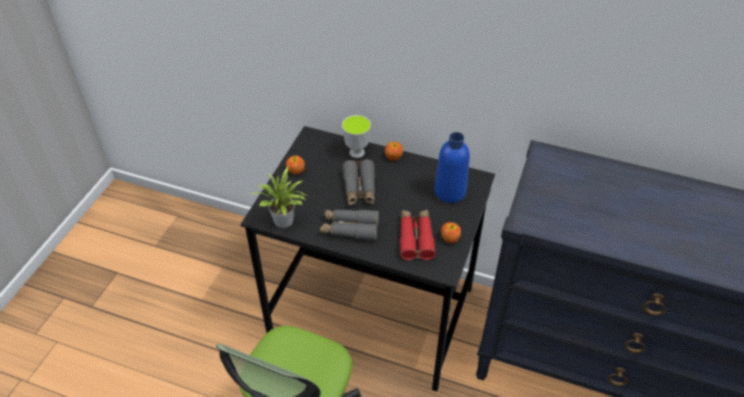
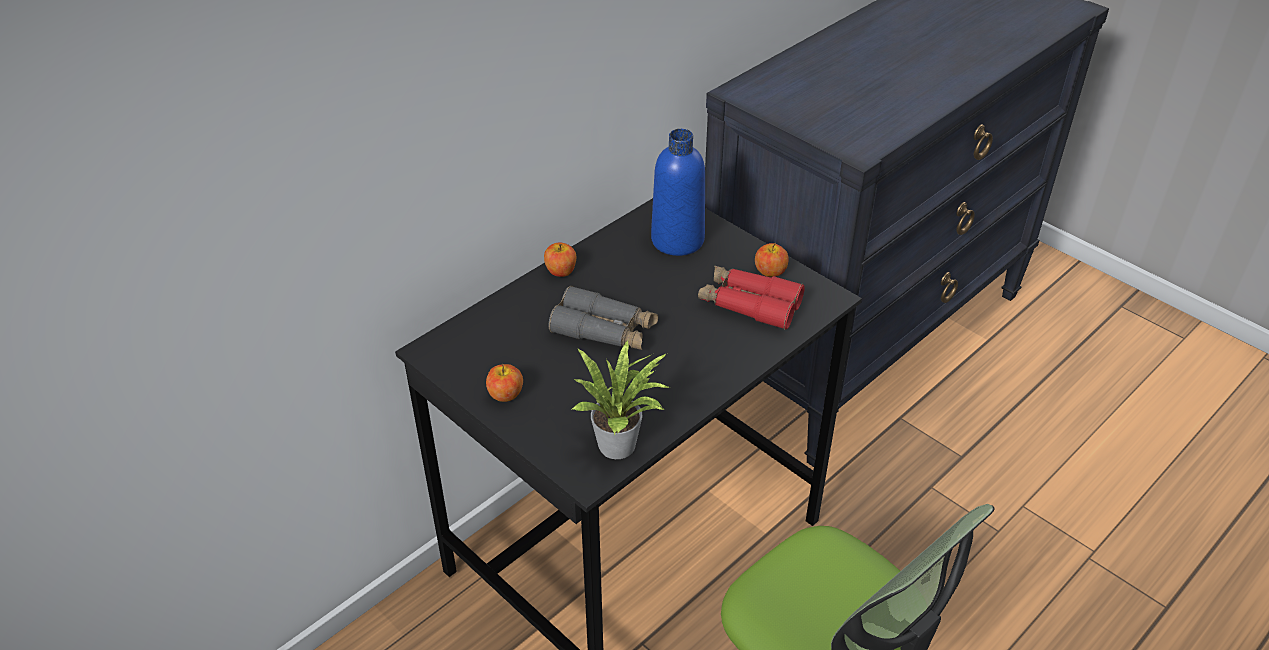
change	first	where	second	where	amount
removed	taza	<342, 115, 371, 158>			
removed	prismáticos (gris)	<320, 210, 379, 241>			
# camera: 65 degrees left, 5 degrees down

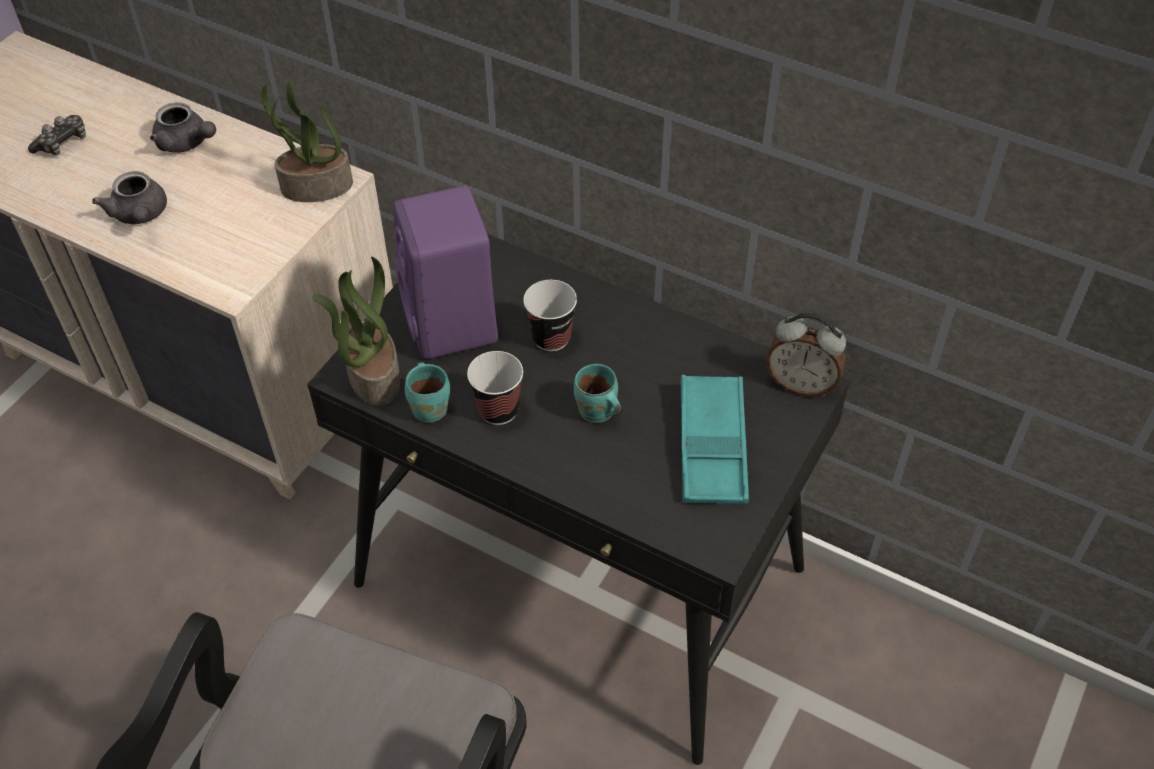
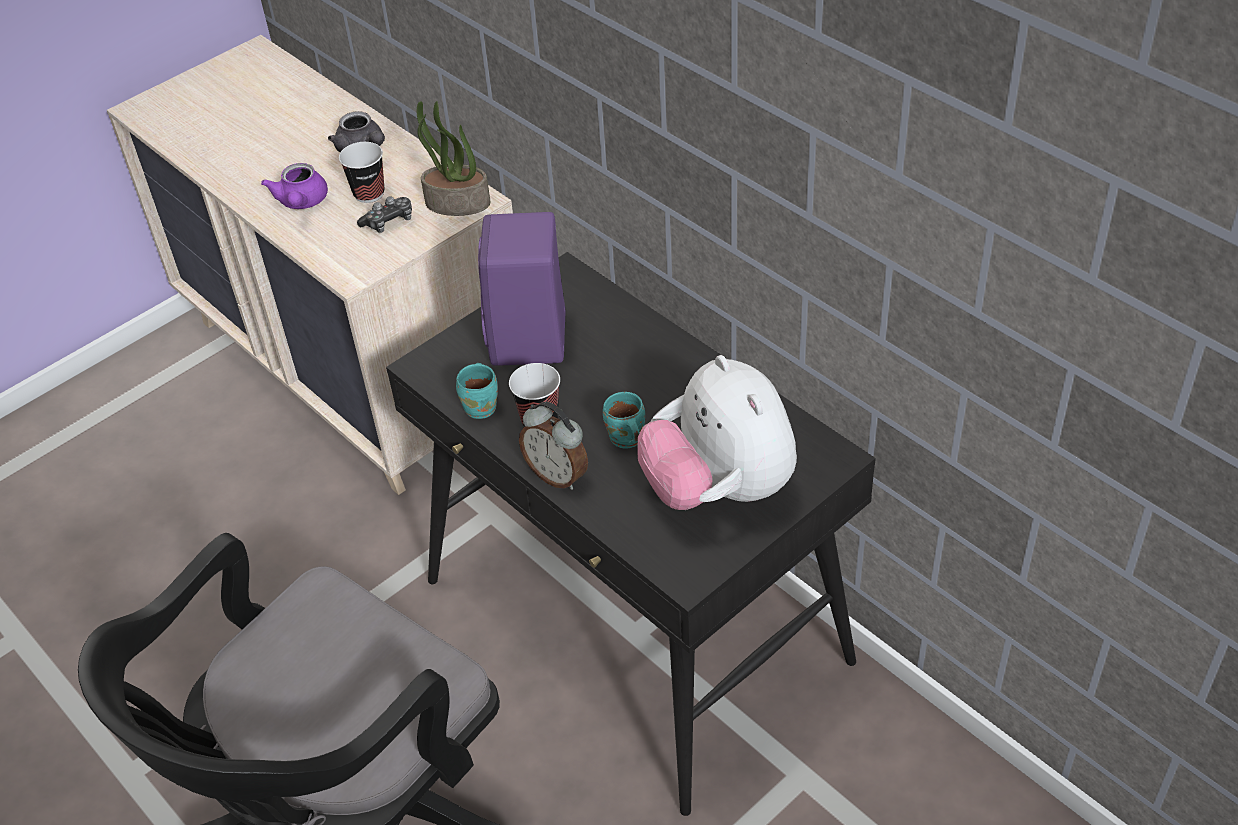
change	first	where	second	where	amount
moved	mando de consola	<28, 115, 86, 156>		<357, 196, 412, 233>	
recoloured	tetera (gris)	<92, 171, 167, 224>	tetera (morado)	<261, 163, 328, 209>	
removed	planta en maceta	<312, 257, 401, 406>			
moved	taza	<523, 280, 577, 351>		<339, 142, 385, 203>	
moved	despertador	<766, 312, 846, 397>		<519, 402, 588, 490>	
replaced	bandeja (turquesa)	<681, 375, 749, 505>	peluche	<637, 355, 797, 510>	
# camera: 20 degrees right, 5 degrees down

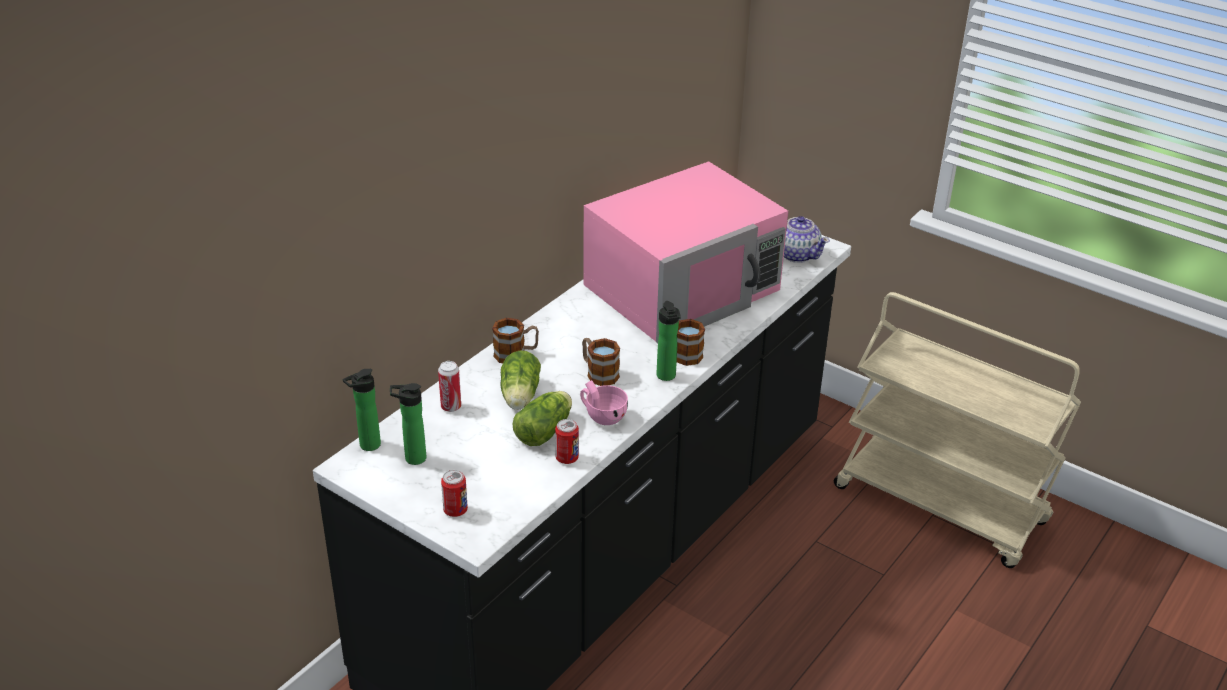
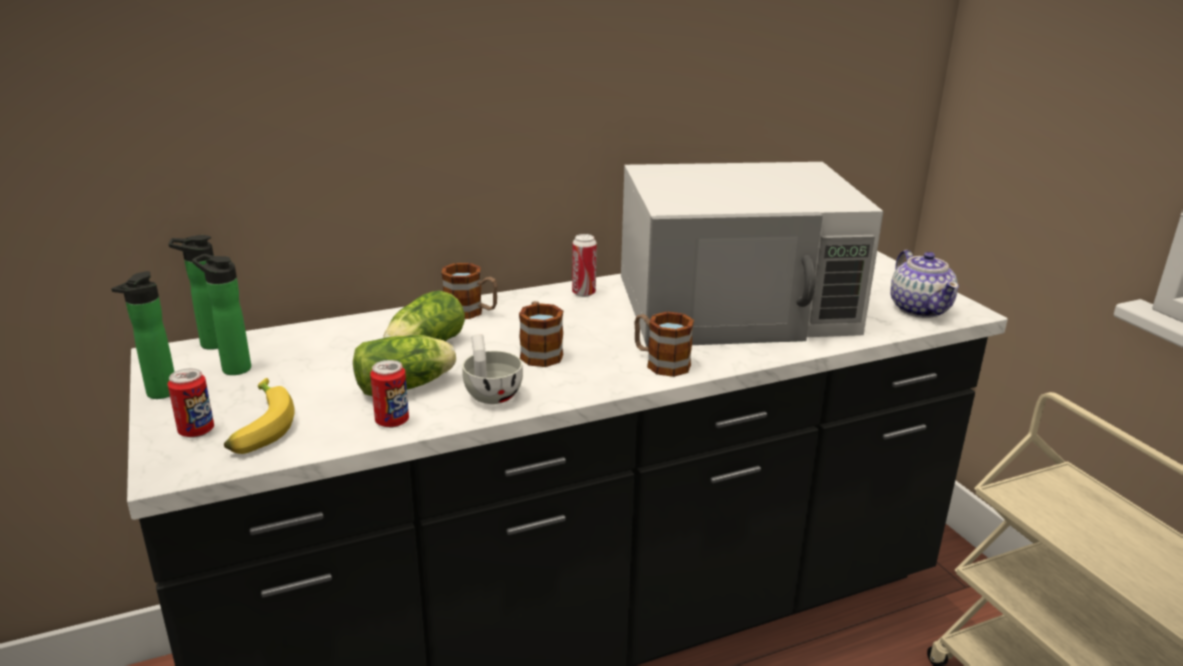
change	first	where	second	where	amount
recoloured	microondas (rosa)	<583, 161, 788, 343>	microondas (blanco)	<621, 162, 884, 347>	
moved	botella	<656, 301, 681, 381>		<111, 271, 174, 399>	
moved	lata	<438, 361, 461, 412>		<572, 234, 597, 297>	
recoloured	taza (rosa)	<580, 380, 628, 425>	taza (blanco)	<462, 334, 523, 404>	
added			plátano	<224, 378, 295, 454>	
# camera: 30 degrees right, 10 degrees down

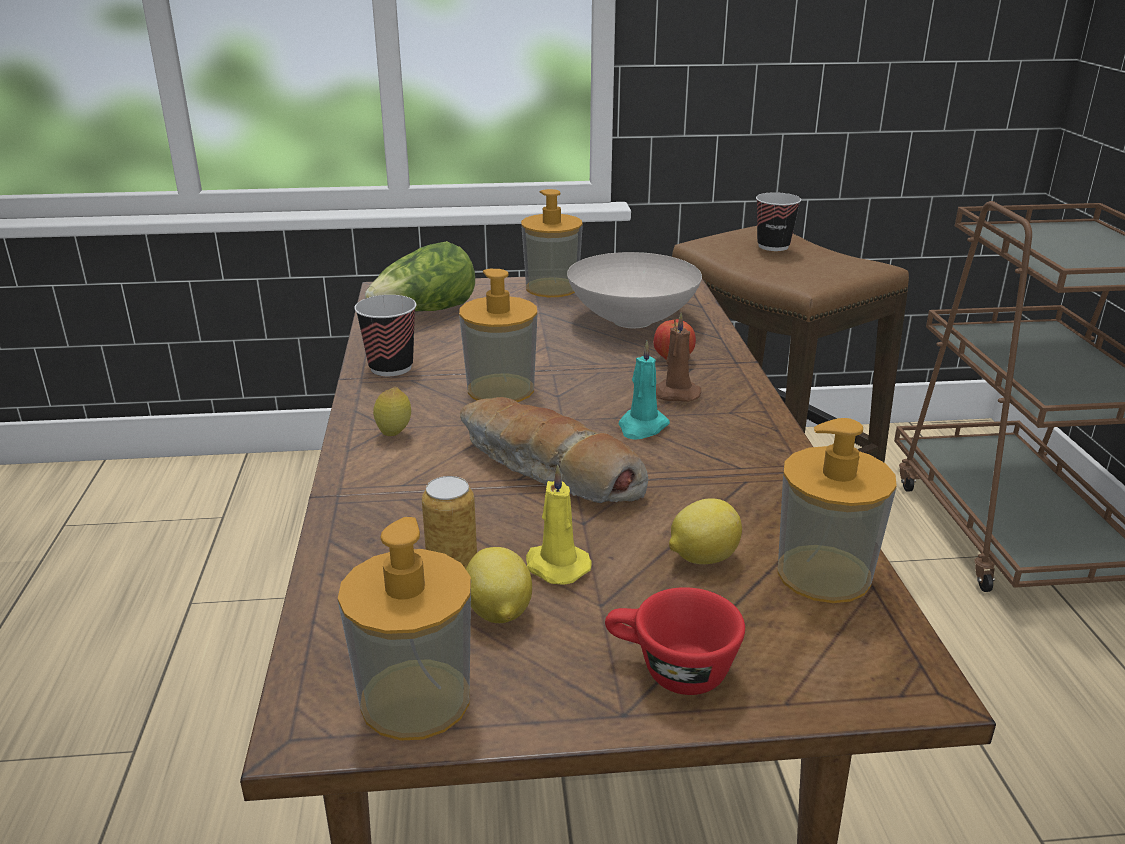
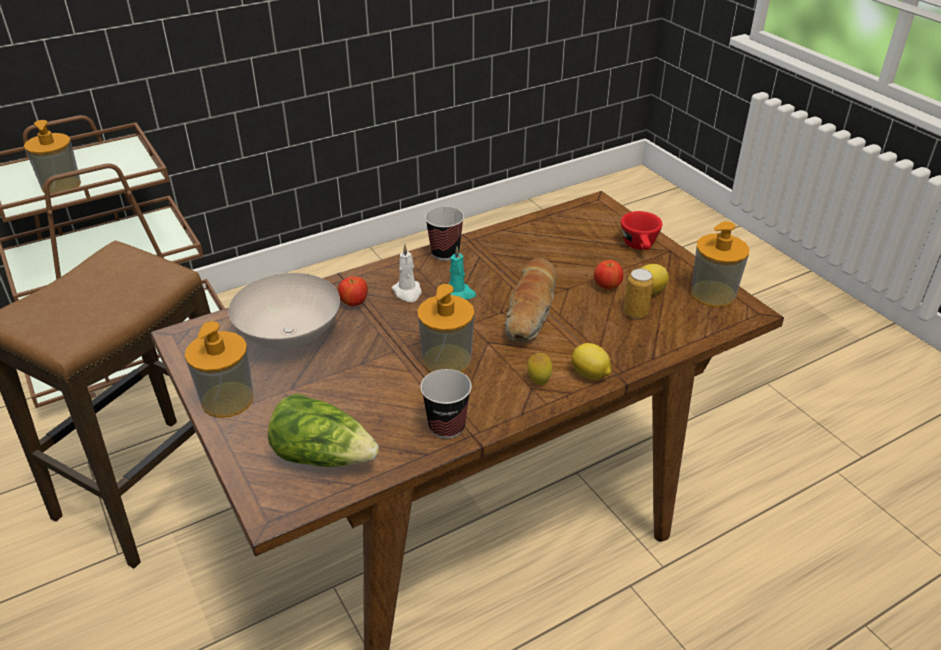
change	first	where	second	where	amount
moved	taza	<756, 192, 801, 251>		<425, 207, 464, 261>	
recoloured	vela (marrón)	<656, 313, 701, 402>	vela (blanco)	<392, 244, 422, 302>	
moved	dispensador de jabón	<777, 418, 897, 603>		<24, 120, 81, 194>	
replaced	vela (amarillo)	<526, 465, 591, 585>	manzana	<594, 260, 624, 290>	
moved	limón	<669, 498, 742, 564>		<571, 343, 611, 380>	
# camera: 115 degrees left, 10 degrees up

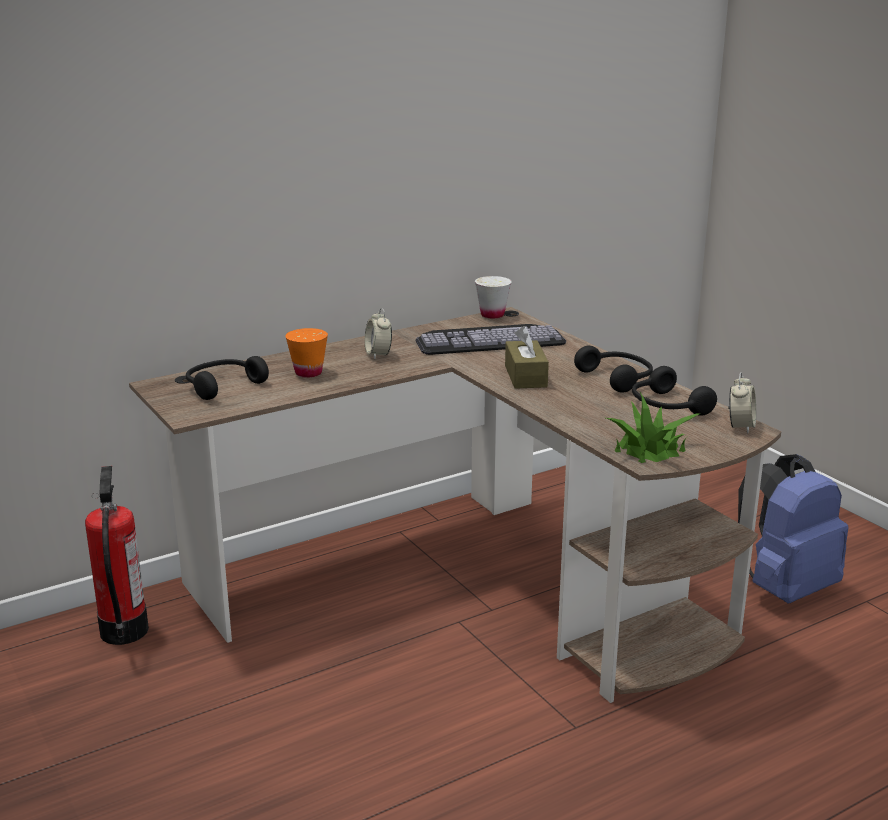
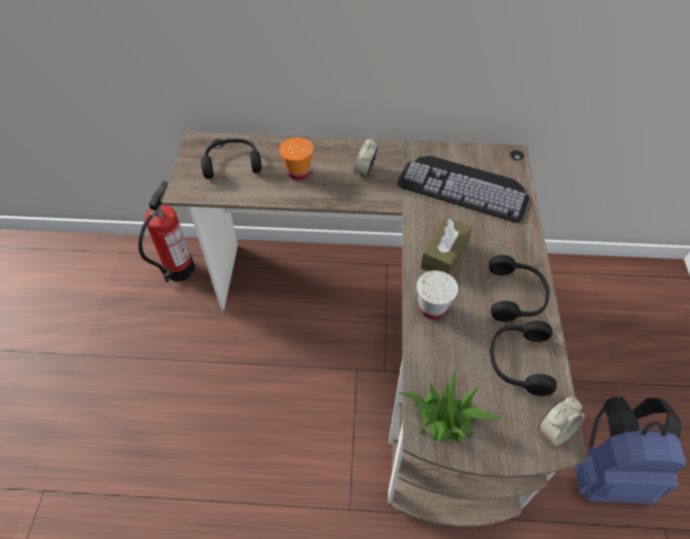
change	first	where	second	where	amount
moved	taza (blanco)	<475, 276, 512, 318>		<416, 270, 458, 319>	
# camera: 35 degrees right, 30 degrees up

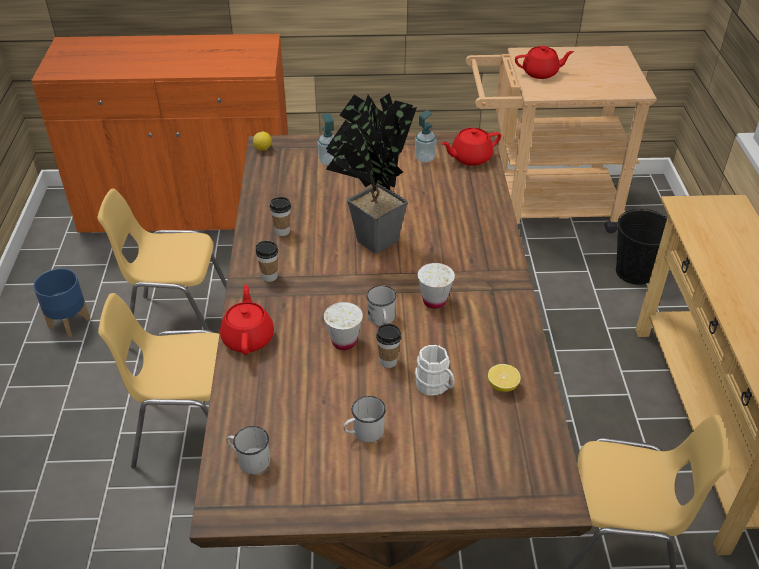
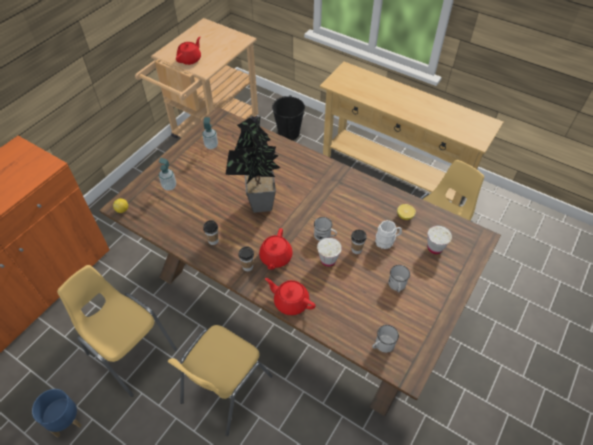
change	first	where	second	where	amount
moved	tetera (rojo)	<441, 128, 501, 166>		<259, 228, 293, 270>	
turned	silla (amarillo)	<98, 189, 227, 348>		<57, 265, 177, 397>	90 degrees clockwise
moved	taza (blanco)	<418, 263, 455, 309>		<427, 226, 452, 254>	
# camera: 55 degrees left, 10 degrees up

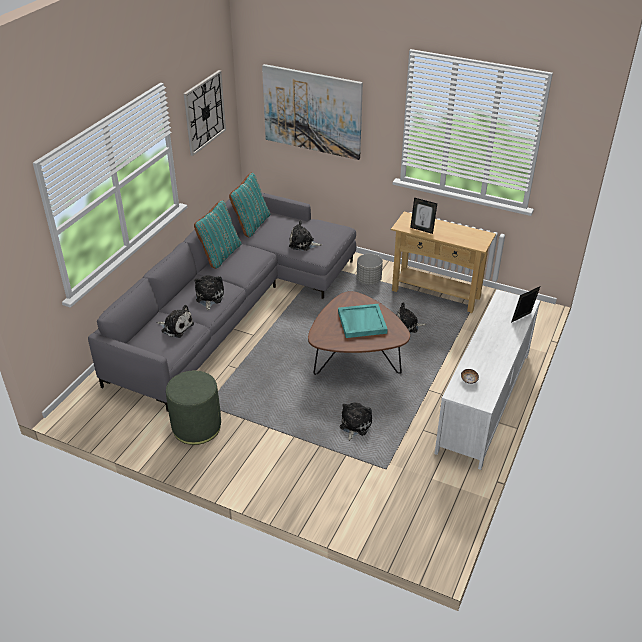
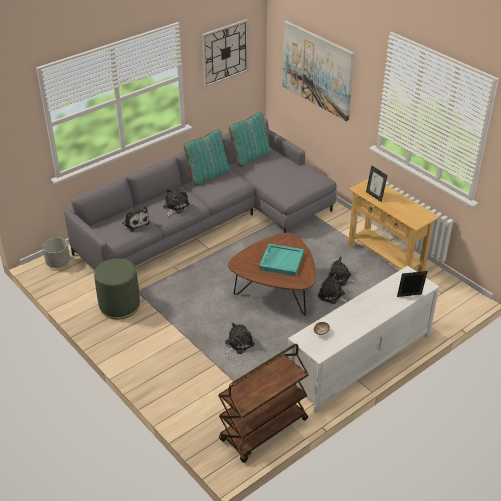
change	first	where	second	where	amount
moved	peluche	<289, 220, 322, 251>		<317, 274, 348, 304>	
moved	maceta (gris)	<357, 254, 383, 285>		<42, 238, 70, 268>	
added			carrito (marrón)	<218, 344, 309, 463>	
# camera: 25 degrees right, 0 degrees up

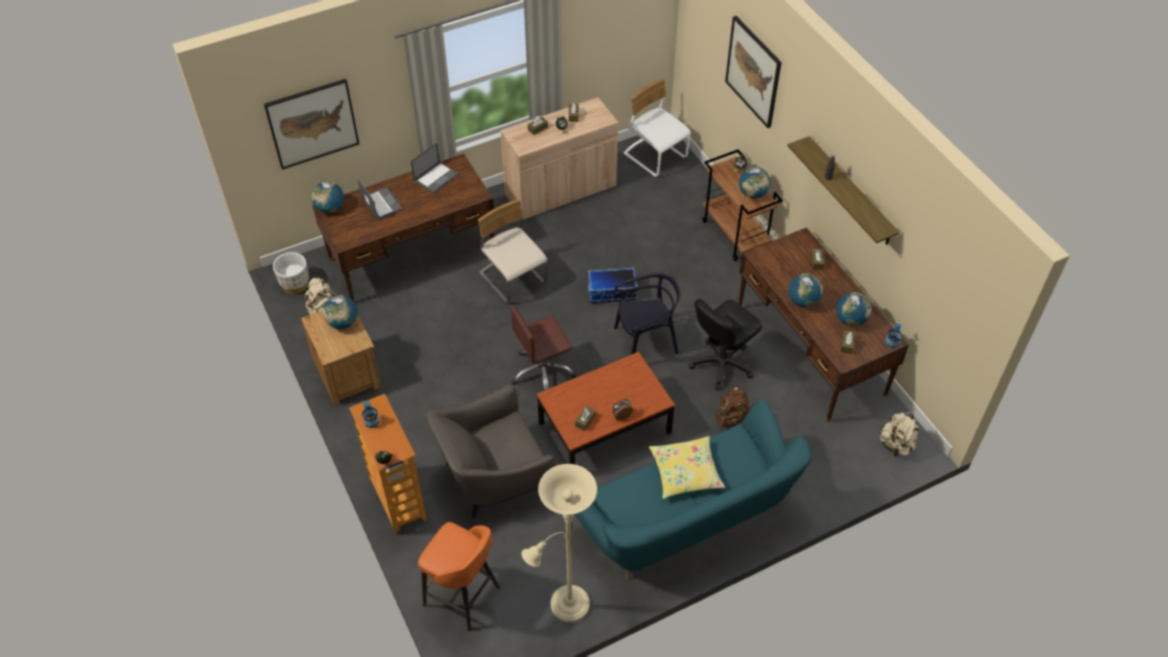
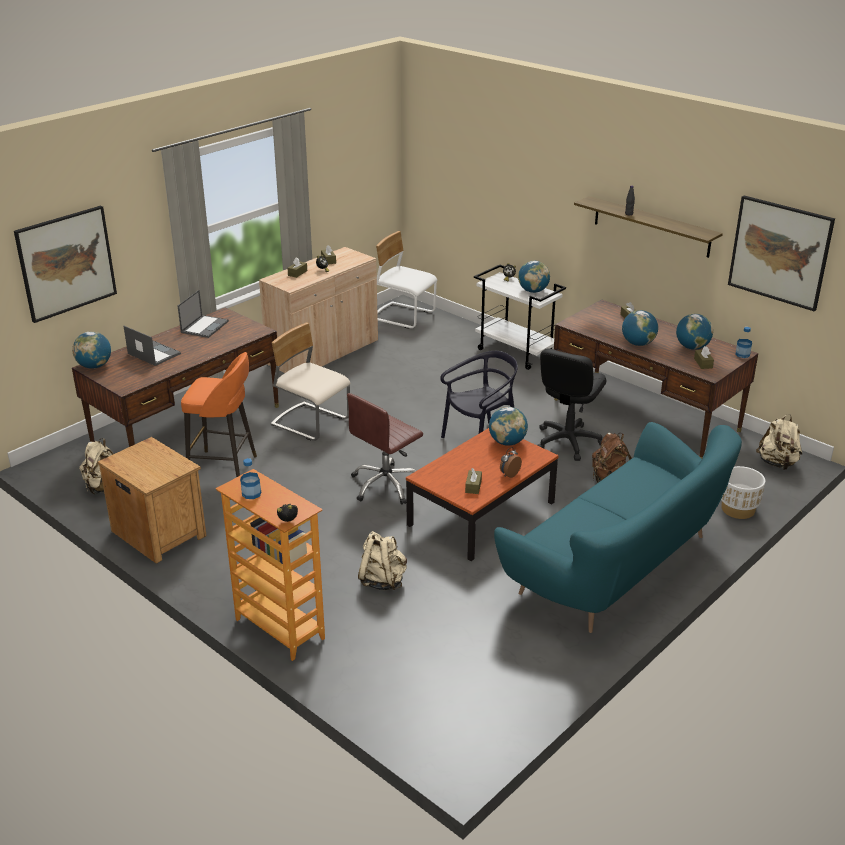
change	first	where	second	where	amount
moved	cuadro	<725, 16, 782, 128>		<728, 196, 835, 311>	
recoloured	carrito (marrón)	<702, 149, 783, 261>	carrito (blanco)	<474, 265, 566, 370>	
moved	maceta (blanco)	<273, 252, 309, 294>		<721, 466, 765, 519>	
removed	caja de almacenaje	<588, 267, 637, 303>			
moved	globo terráqueo	<323, 295, 358, 329>		<489, 407, 528, 446>	
replaced	sillón (gris)	<426, 384, 555, 519>	mochila (beis)	<358, 531, 407, 590>	
removed	cojín (amarillo)	<649, 436, 725, 499>			
removed	lámpara de pie (beis)	<521, 464, 597, 623>			
moved	taburete (naranja)	<418, 522, 500, 631>		<181, 352, 257, 477>	
# camera: 20 degrees left, 20 degrees down

